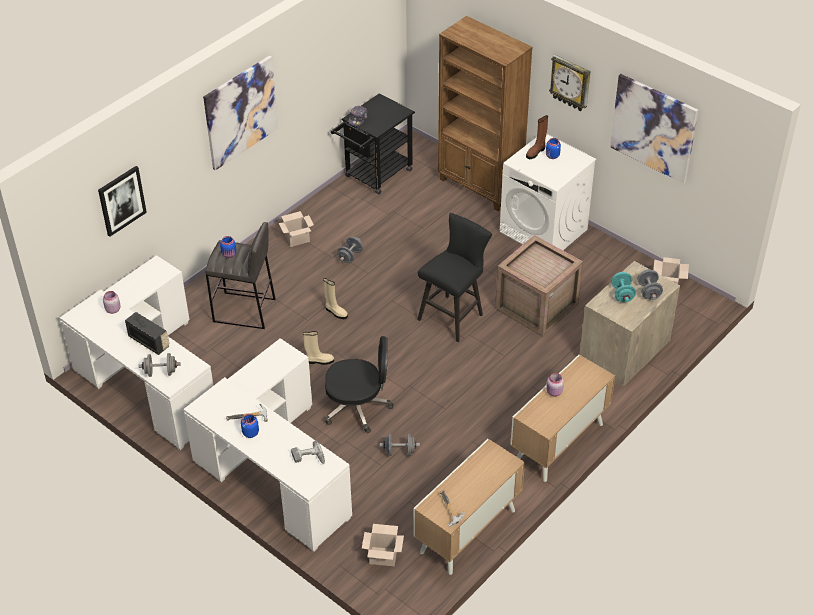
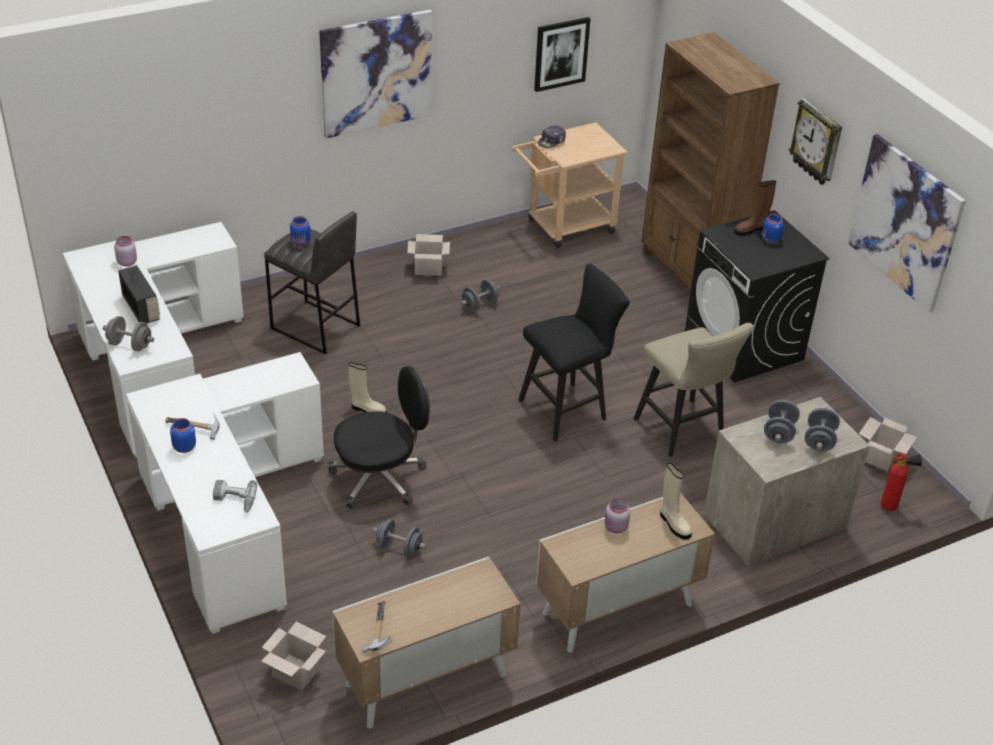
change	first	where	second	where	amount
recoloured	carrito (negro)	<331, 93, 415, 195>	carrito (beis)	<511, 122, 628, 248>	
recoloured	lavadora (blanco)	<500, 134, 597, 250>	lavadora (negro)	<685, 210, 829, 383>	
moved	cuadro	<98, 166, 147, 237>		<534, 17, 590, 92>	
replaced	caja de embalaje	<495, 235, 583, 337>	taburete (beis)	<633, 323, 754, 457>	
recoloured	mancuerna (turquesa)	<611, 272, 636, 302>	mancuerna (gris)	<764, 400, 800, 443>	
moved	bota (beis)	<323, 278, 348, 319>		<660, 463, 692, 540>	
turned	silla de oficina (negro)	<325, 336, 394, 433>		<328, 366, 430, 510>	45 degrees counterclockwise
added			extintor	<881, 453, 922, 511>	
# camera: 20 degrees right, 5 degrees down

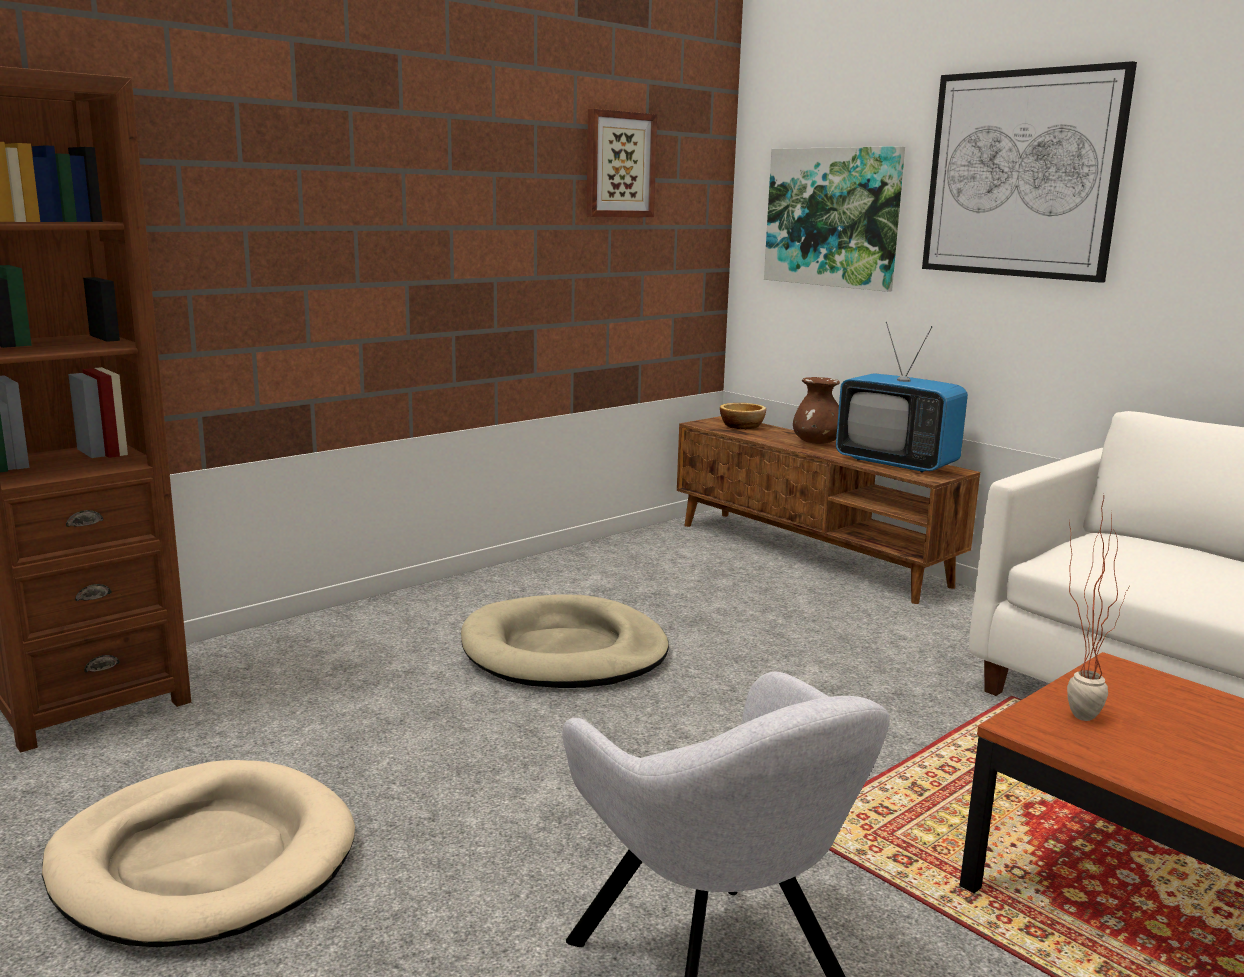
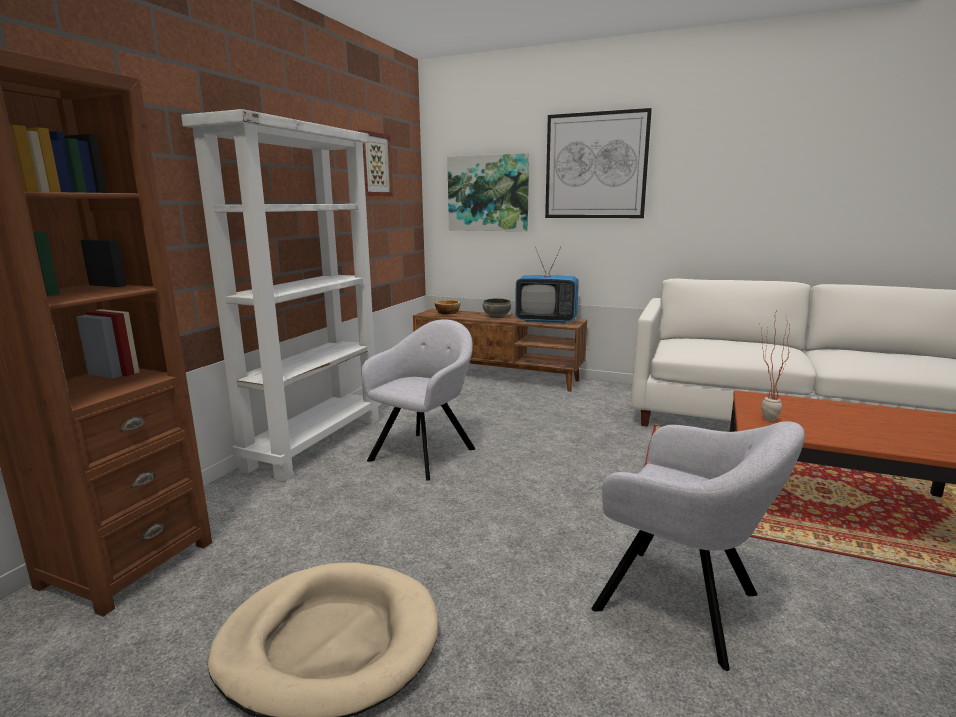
change	first	where	second	where	amount
replaced	florero (marrón)	<793, 377, 840, 444>	cuenco (gris)	<483, 298, 511, 318>	
replaced	cama para perro (beis)	<461, 594, 669, 688>	sillón (gris)	<361, 319, 476, 481>	
added			estantería (blanco)	<181, 109, 381, 482>	
# camera: 25 degrees left, 0 degrees up

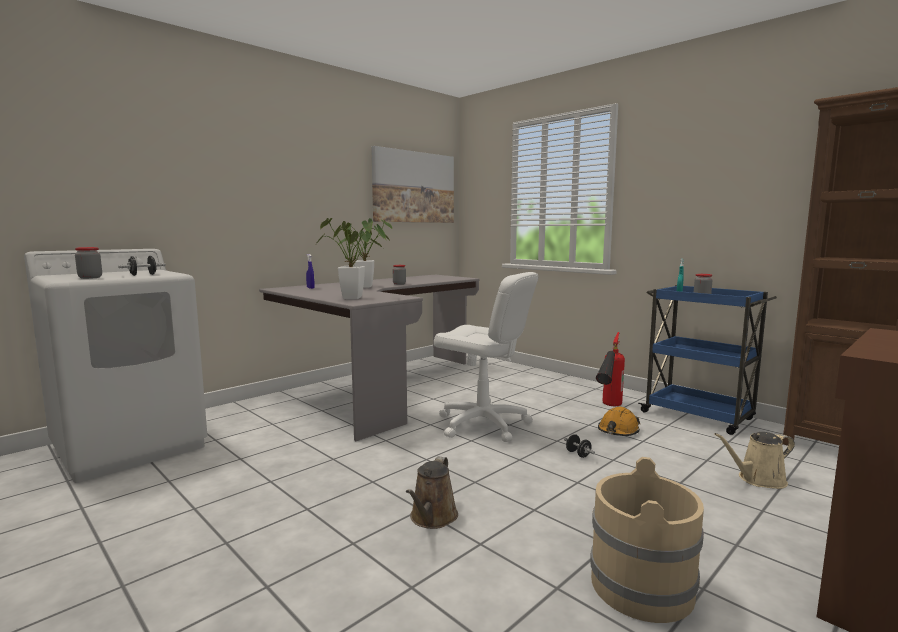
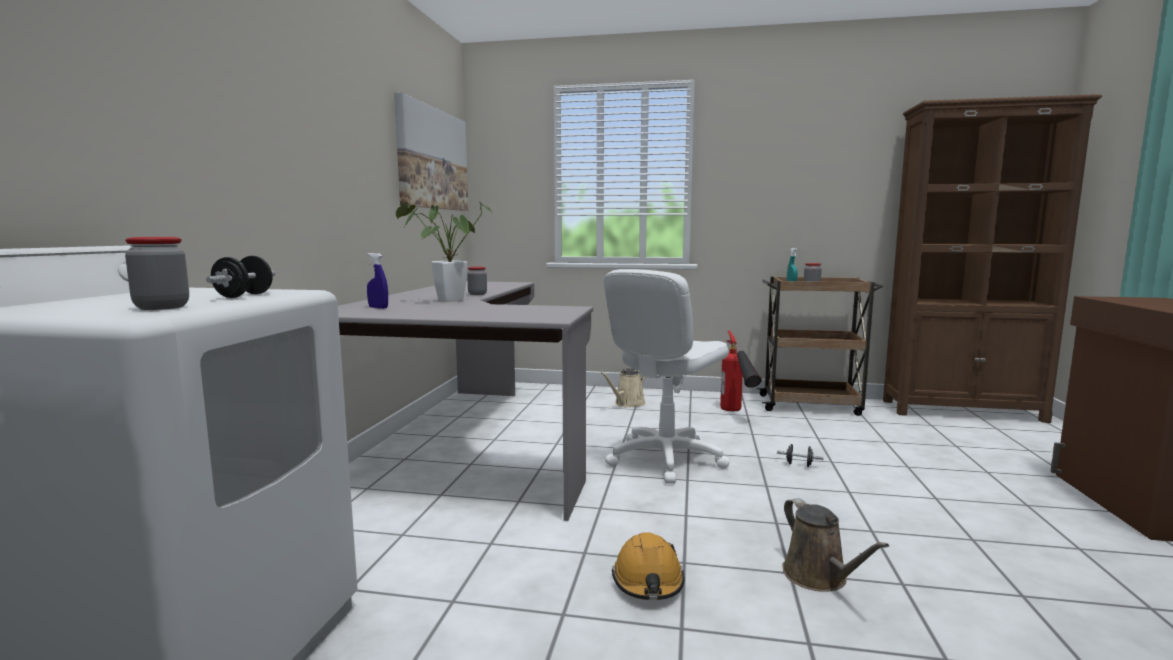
change	first	where	second	where	amount
removed	planta en maceta	<316, 218, 387, 299>			
turned	silla de oficina (blanco)	<434, 272, 538, 442>		<604, 269, 730, 484>	135 degrees clockwise
recoloured	carrito (azul)	<638, 285, 777, 435>	carrito (marrón)	<757, 276, 883, 416>	
moved	casco (naranja)	<598, 407, 640, 436>		<612, 533, 685, 600>	
moved	regadera (beis)	<714, 432, 795, 489>		<601, 368, 646, 408>	
removed	cubo (beis)	<590, 457, 704, 623>			
# camera: 35 degrees left, 0 degrees up

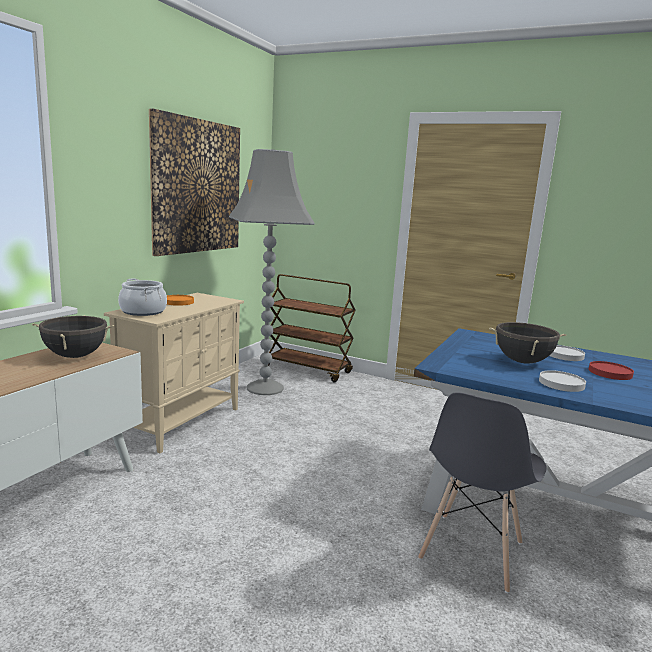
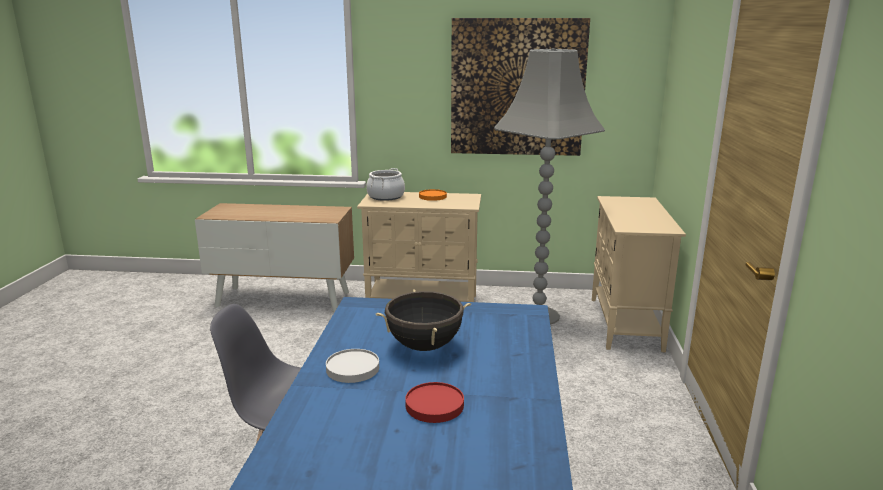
change	first	where	second	where	amount
replaced	carrito (marrón)	<268, 274, 356, 382>	armario (beis)	<592, 196, 686, 352>	
removed	olla (negro)	<32, 315, 114, 358>			
removed	plato (blanco)	<550, 345, 585, 361>			
# camera: 70 degrees right, 5 degrees up

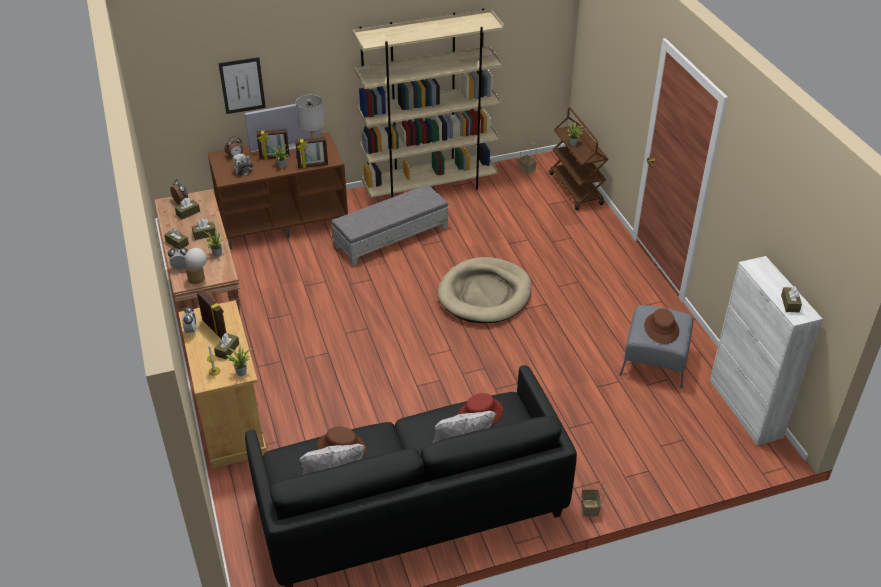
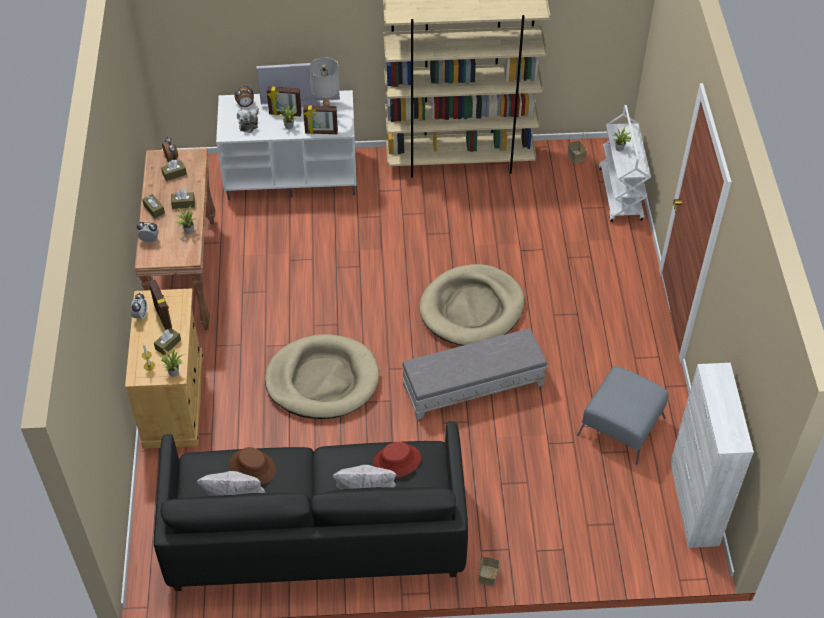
change	first	where	second	where	amount
removed	cuadro	<218, 57, 266, 114>			
recoloured	carrito (marrón)	<549, 107, 609, 210>	carrito (blanco)	<599, 105, 651, 222>	
recoloured	mueble de televisión (marrón)	<208, 132, 348, 249>	mueble de televisión (blanco)	<216, 90, 357, 200>	
moved	puf (gris)	<331, 184, 449, 266>		<402, 328, 547, 420>	
removed	lámpara de mesa	<185, 248, 207, 284>			
removed	caja de pañuelos (marrón)	<781, 286, 802, 312>			
removed	sombrero (marrón)	<644, 308, 679, 344>			
added			cama para perro (beis)	<265, 334, 379, 419>	
# camera: 15 degrees right, 10 degrees up

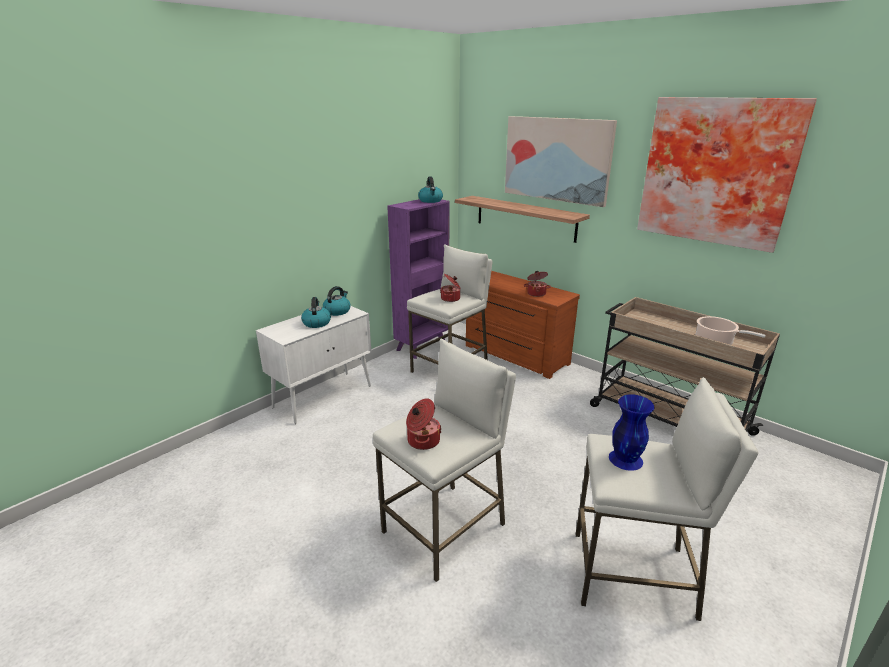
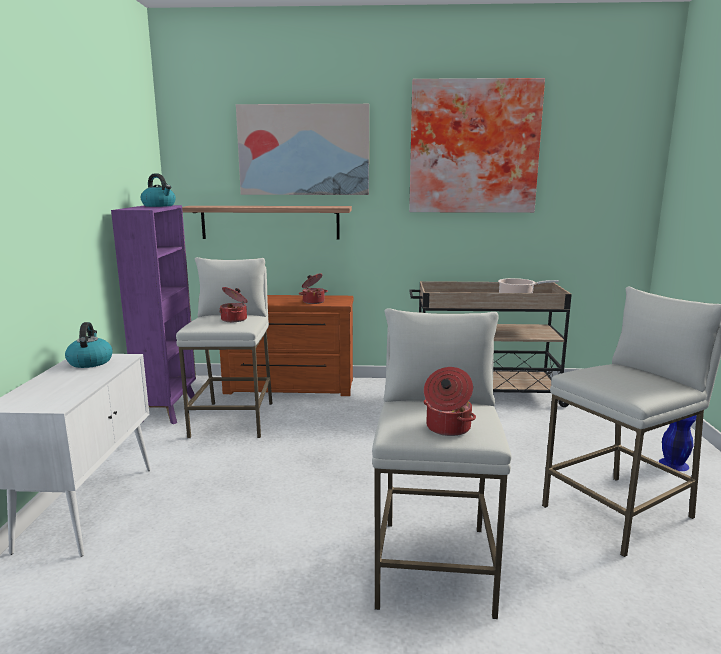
change	first	where	second	where	amount
removed	hervidor	<301, 297, 331, 328>			
moved	florero (azul)	<609, 394, 655, 471>		<659, 415, 697, 471>	
# camera: 40 degrees left, 10 degrees down

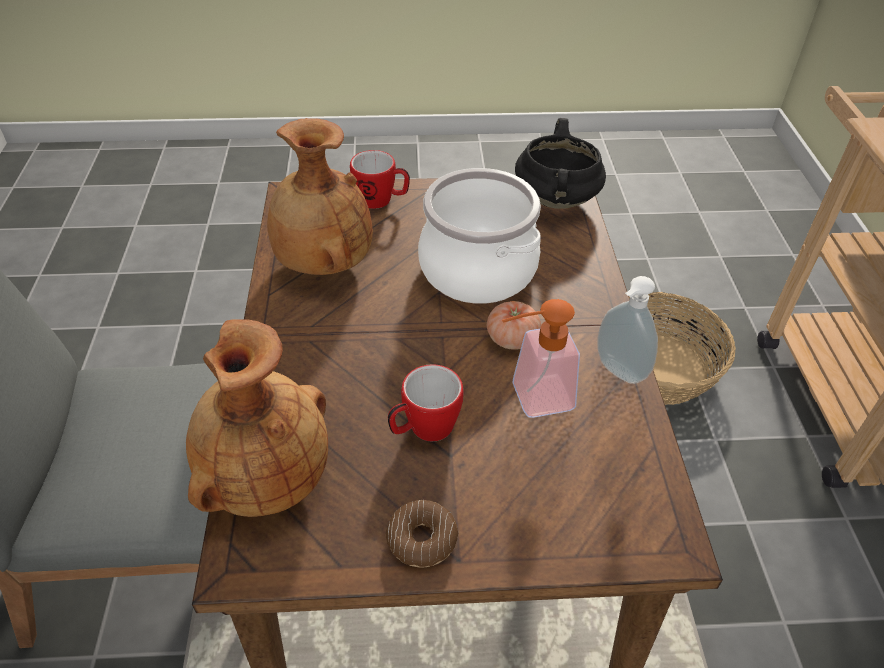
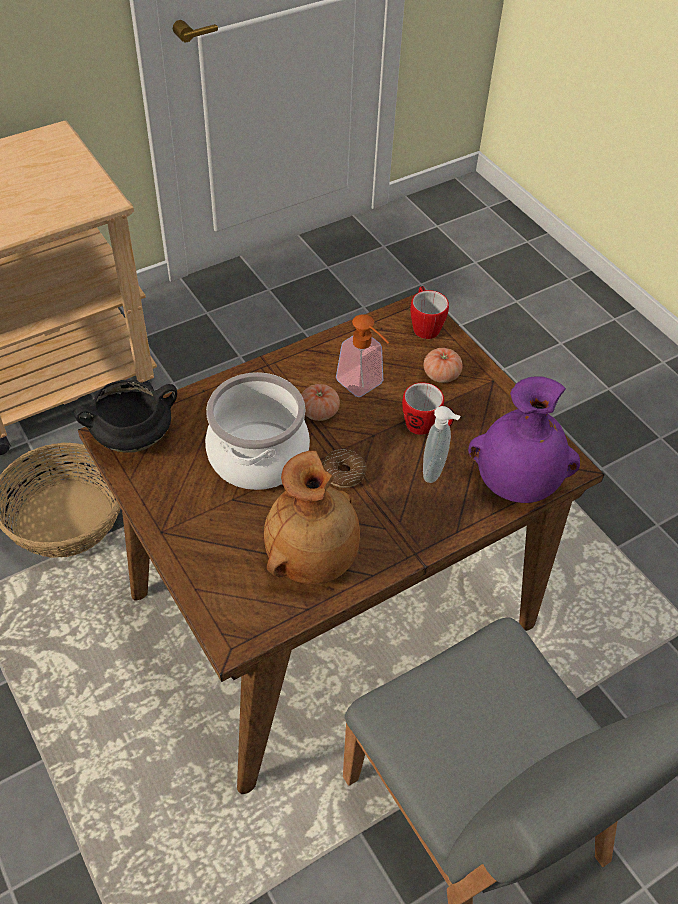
change	first	where	second	where	amount
moved	taza grande	<350, 150, 410, 209>		<410, 286, 449, 339>	
moved	dispensador de jabón	<598, 276, 658, 384>		<423, 406, 460, 483>	
recoloured	florero (marrón)	<186, 319, 328, 517>	florero (morado)	<468, 376, 580, 503>	
moved	rosquilla	<386, 500, 459, 567>		<322, 449, 367, 488>	
added			tomate	<424, 348, 463, 383>	
# camera: 120 degrees left, 5 degrees up

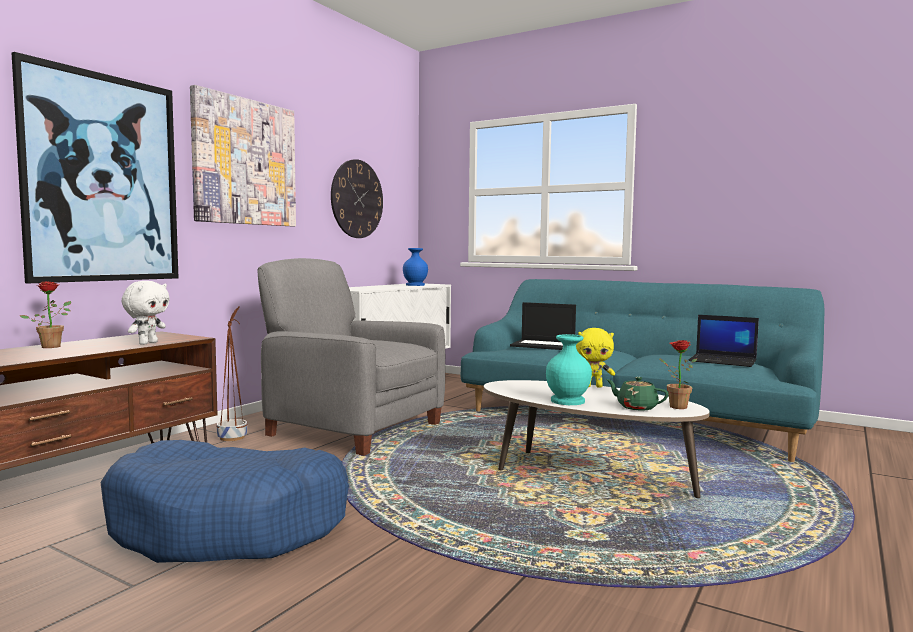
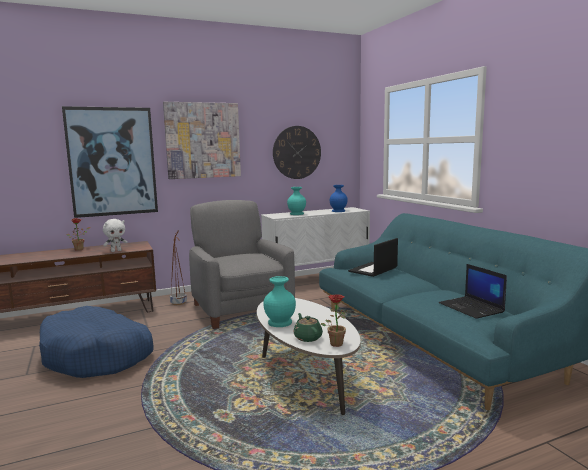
change	first	where	second	where	amount
turned	portátil	<510, 302, 576, 350>		<348, 238, 398, 277>	75 degrees clockwise
removed	peluche (amarillo)	<576, 328, 615, 388>			
added			florero (turquesa)	<287, 187, 306, 215>	
# camera: 35 degrees right, 5 degrees up

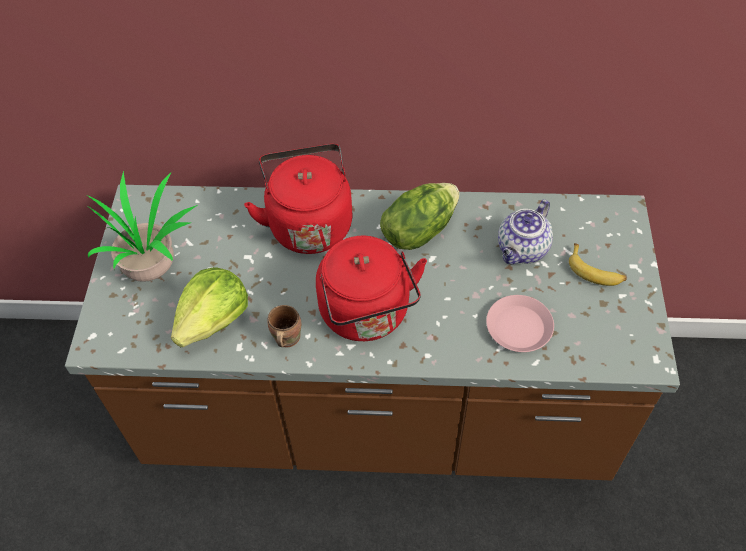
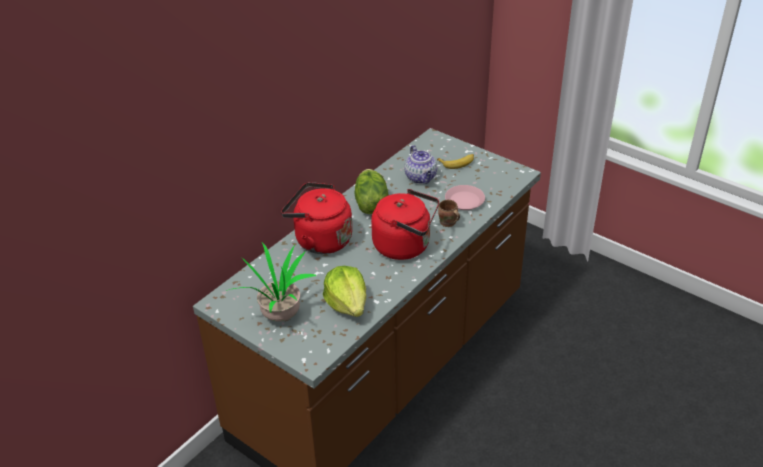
change	first	where	second	where	amount
moved	taza grande (marrón)	<267, 305, 301, 348>		<438, 200, 460, 227>	
# camera: 55 degrees left, 15 degrees down

